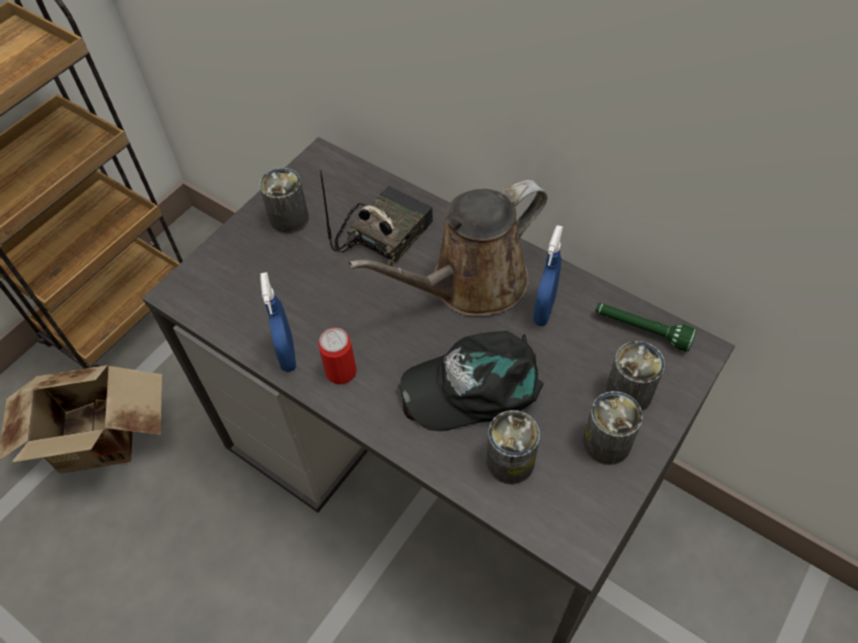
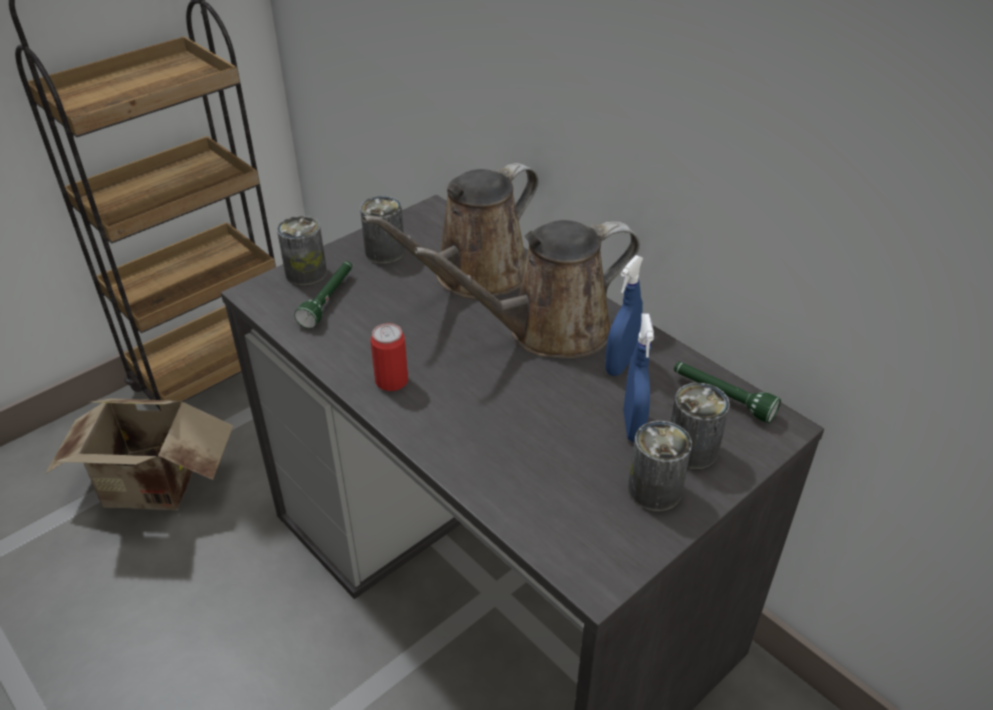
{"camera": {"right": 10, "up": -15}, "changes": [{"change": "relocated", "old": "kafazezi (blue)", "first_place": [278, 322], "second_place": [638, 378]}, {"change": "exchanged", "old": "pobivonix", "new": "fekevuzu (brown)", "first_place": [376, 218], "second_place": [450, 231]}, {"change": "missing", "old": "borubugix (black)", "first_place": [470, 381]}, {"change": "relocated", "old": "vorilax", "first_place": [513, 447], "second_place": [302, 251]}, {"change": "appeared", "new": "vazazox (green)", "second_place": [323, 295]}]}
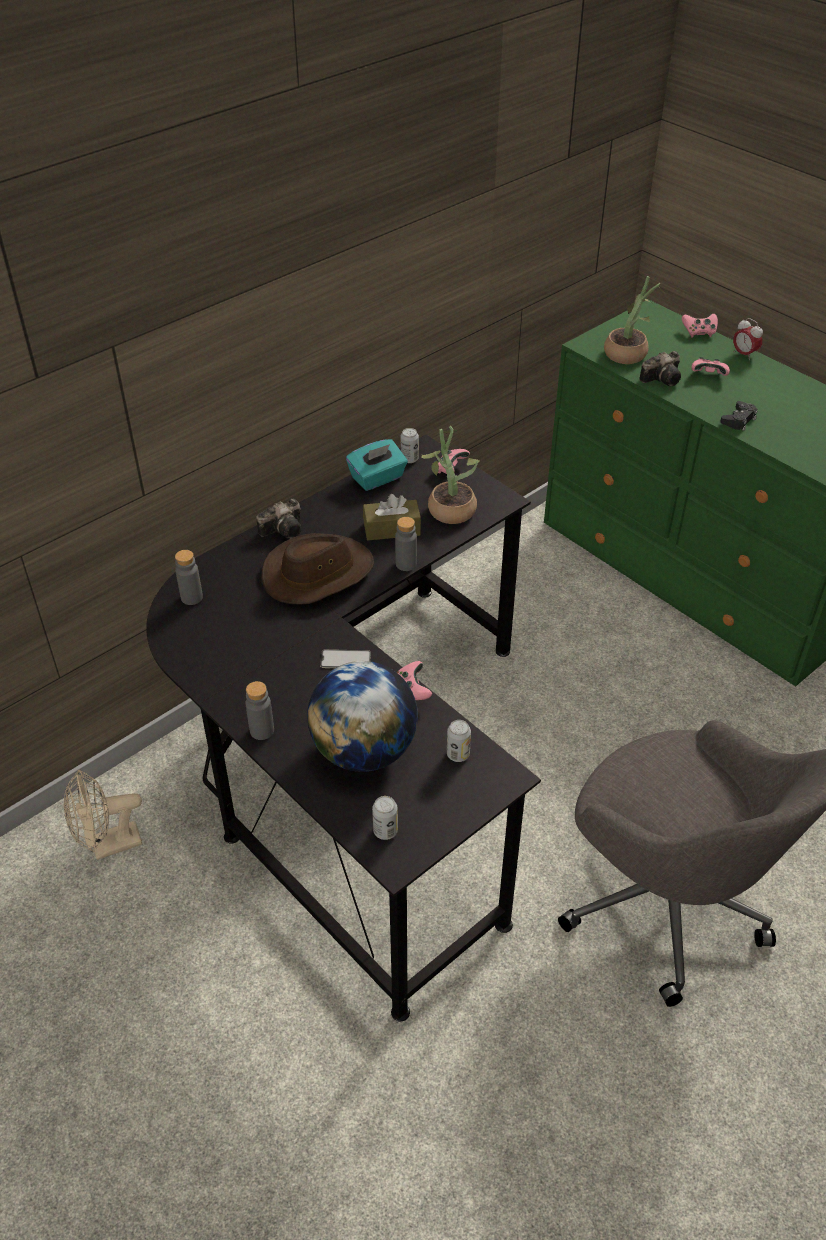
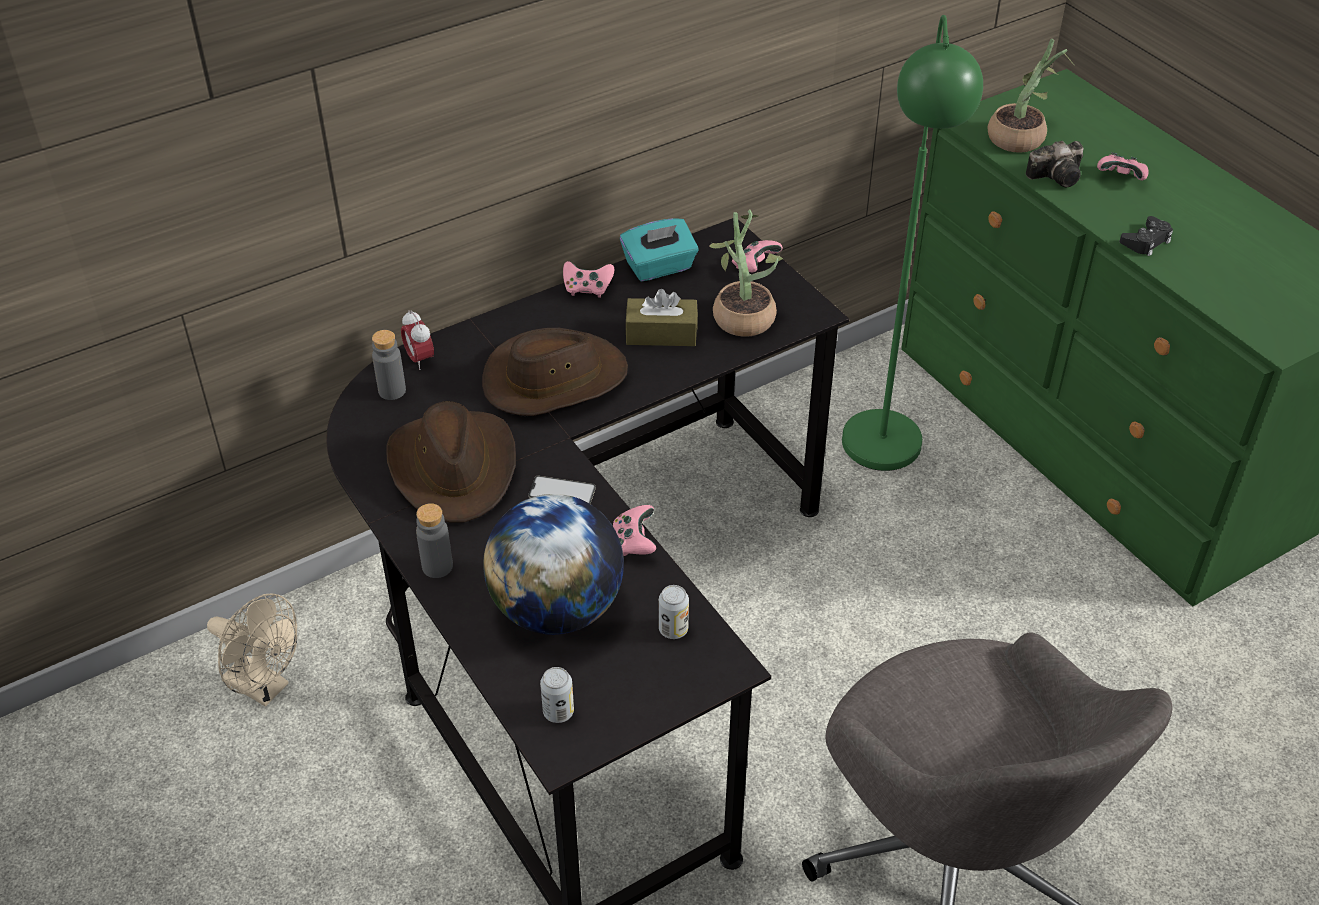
{"camera": {"right": 10, "up": 0}, "changes": [{"change": "spun", "old": "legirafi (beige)", "first_place": [103, 815], "second_place": [252, 650], "degrees": -135}, {"change": "missing", "old": "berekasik", "first_place": [278, 519]}, {"change": "missing", "old": "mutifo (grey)", "first_place": [406, 544]}, {"change": "missing", "old": "vorilax", "first_place": [410, 445]}, {"change": "relocated", "old": "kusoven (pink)", "first_place": [700, 326], "second_place": [588, 279]}, {"change": "relocated", "old": "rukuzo", "first_place": [748, 339], "second_place": [417, 340]}, {"change": "appeared", "new": "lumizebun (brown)", "second_place": [451, 461]}, {"change": "appeared", "new": "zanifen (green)", "second_place": [912, 243]}]}
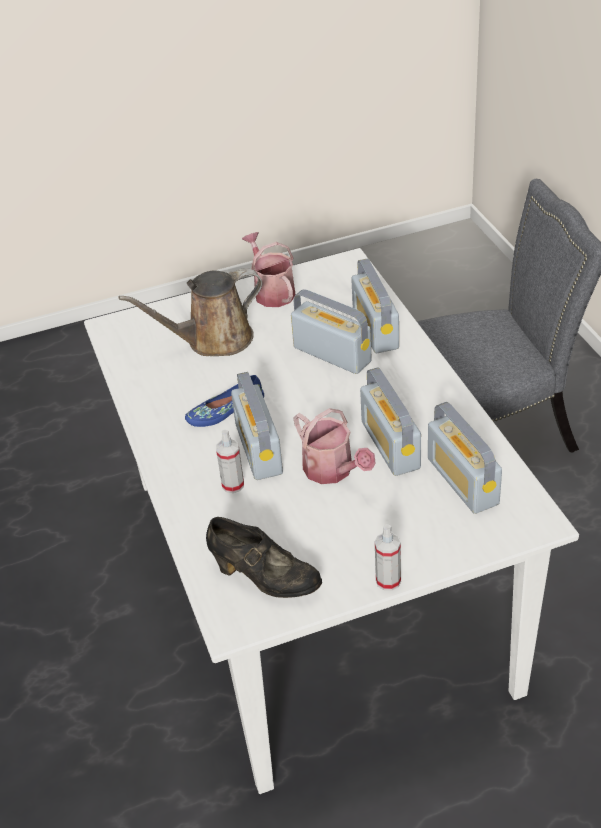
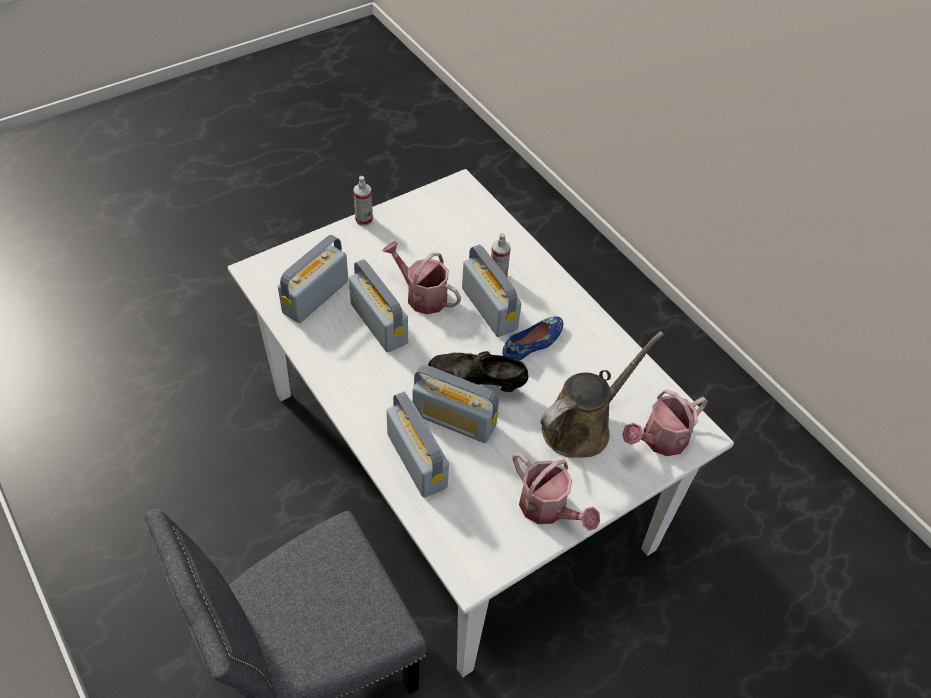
{"camera": {"right": 160, "up": 10}, "changes": [{"change": "relocated", "old": "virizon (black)", "first_place": [264, 557], "second_place": [478, 371]}, {"change": "spun", "old": "pobivonix", "first_place": [465, 458], "second_place": [313, 279], "degrees": -105}, {"change": "appeared", "new": "fekevuzu", "second_place": [665, 422]}]}
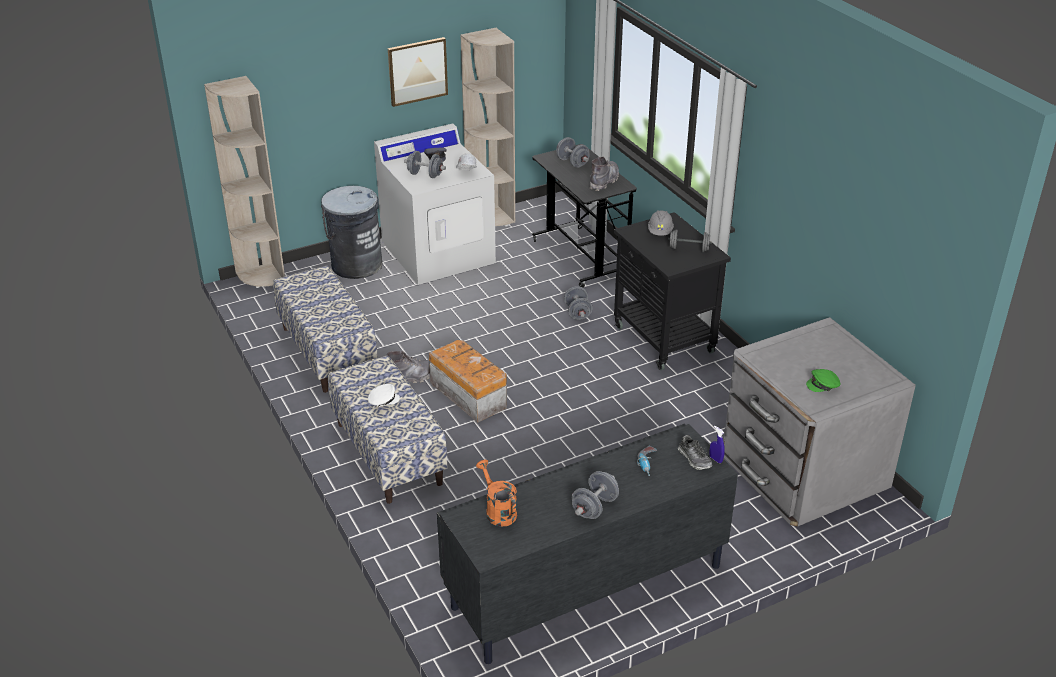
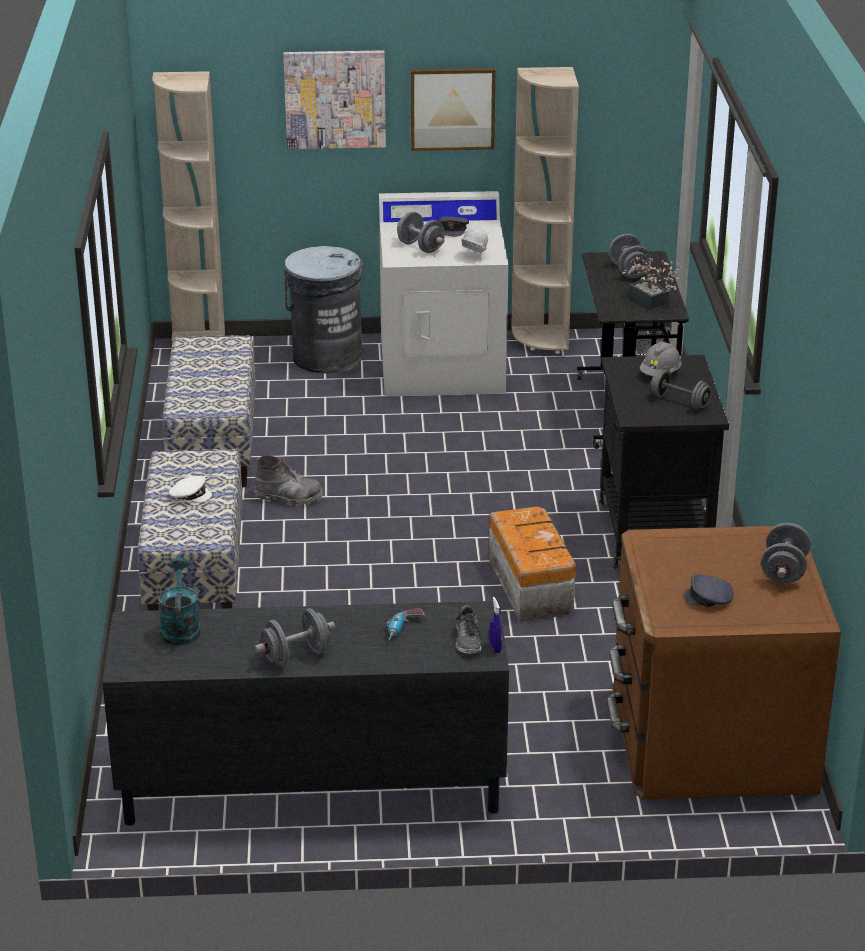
{"camera": {"right": 25, "up": -5}, "changes": [{"change": "relocated", "old": "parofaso", "first_place": [468, 381], "second_place": [532, 564]}, {"change": "colour", "old": "fekevuzu (orange)", "new": "fekevuzu (turquoise)", "first_place": [496, 493], "second_place": [179, 601]}, {"change": "relocated", "old": "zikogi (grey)", "first_place": [578, 303], "second_place": [786, 553]}, {"change": "exchanged", "old": "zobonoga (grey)", "new": "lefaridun", "first_place": [604, 174], "second_place": [652, 283]}, {"change": "colour", "old": "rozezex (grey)", "new": "rozezex (brown)", "first_place": [819, 422], "second_place": [724, 662]}, {"change": "colour", "old": "borubugix (green)", "new": "borubugix (grey)", "first_place": [823, 380], "second_place": [708, 590]}, {"change": "appeared", "new": "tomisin", "second_place": [334, 99]}]}
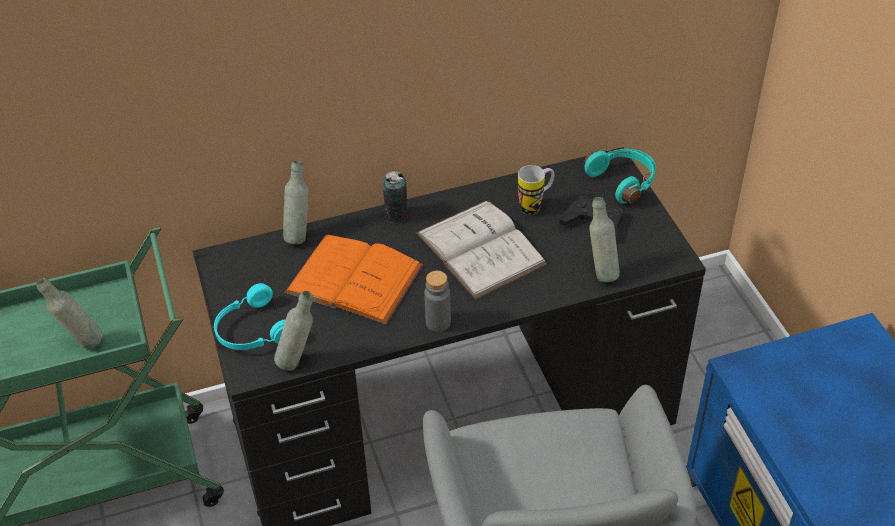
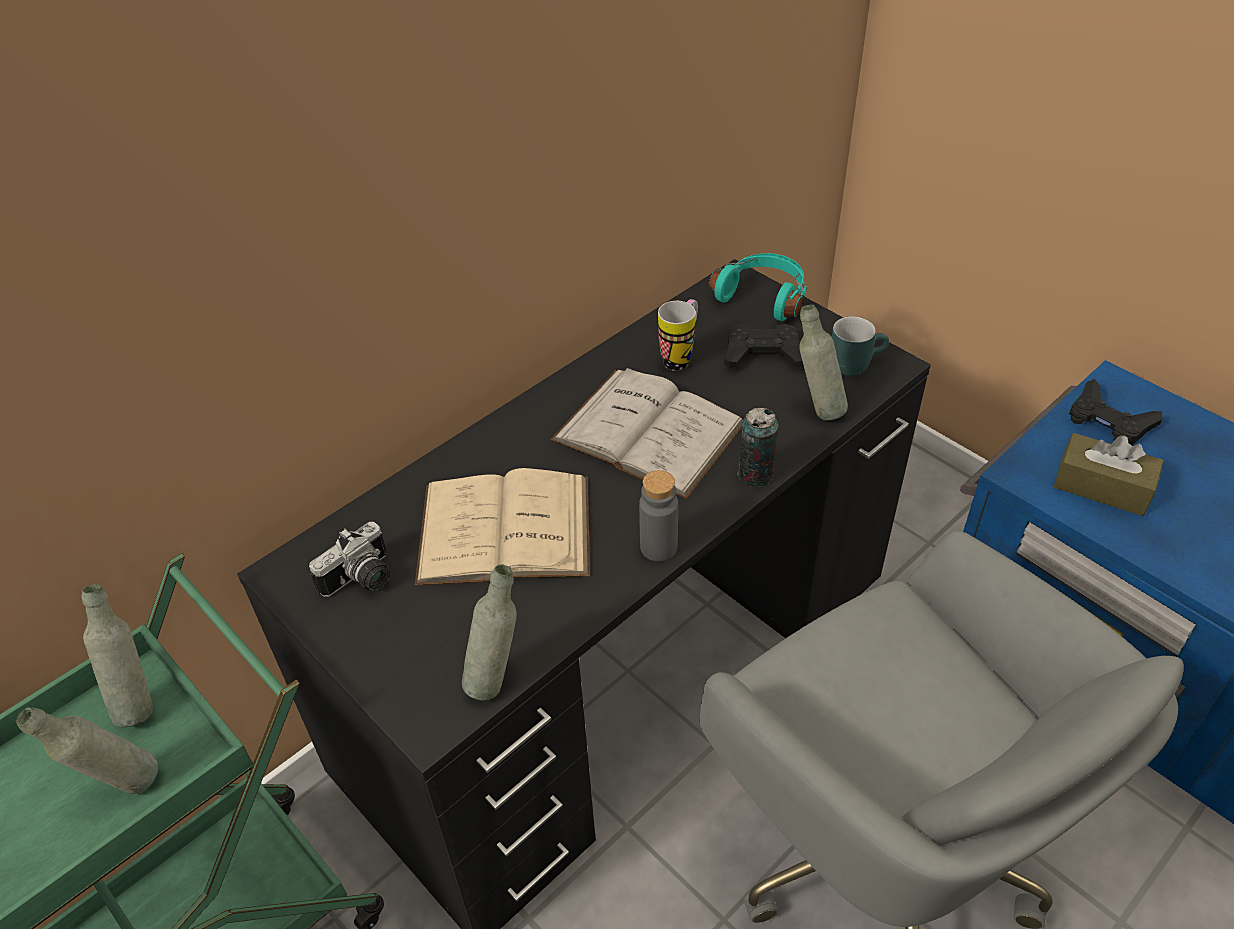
{"camera": {"right": -25, "up": 0}, "changes": [{"change": "missing", "old": "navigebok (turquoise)", "first_place": [250, 316]}, {"change": "relocated", "old": "mutifo (grey)", "first_place": [295, 202], "second_place": [117, 655]}, {"change": "colour", "old": "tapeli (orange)", "new": "tapeli (beige)", "first_place": [353, 280], "second_place": [502, 527]}, {"change": "relocated", "old": "vorilax", "first_place": [395, 197], "second_place": [757, 447]}, {"change": "appeared", "new": "berekasik", "second_place": [349, 559]}, {"change": "appeared", "new": "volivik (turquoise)", "second_place": [860, 346]}, {"change": "appeared", "new": "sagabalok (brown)", "second_place": [1108, 474]}, {"change": "appeared", "new": "kusoven (black)", "second_place": [1115, 412]}]}
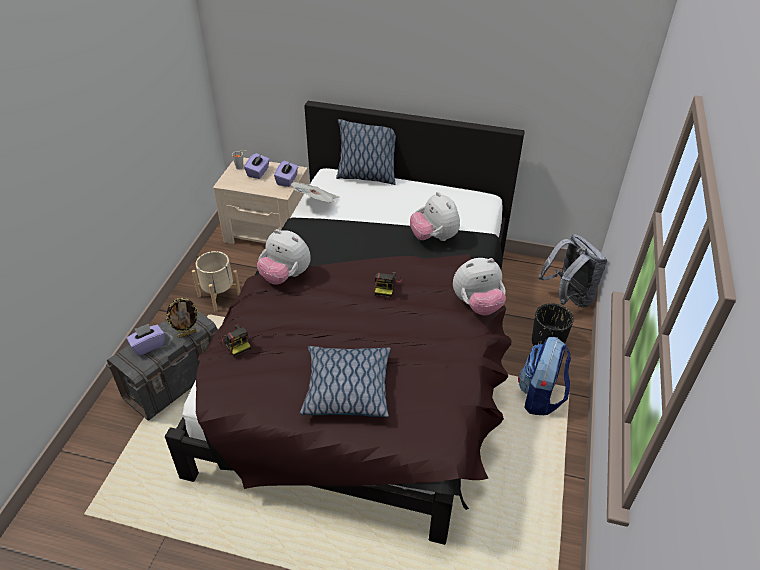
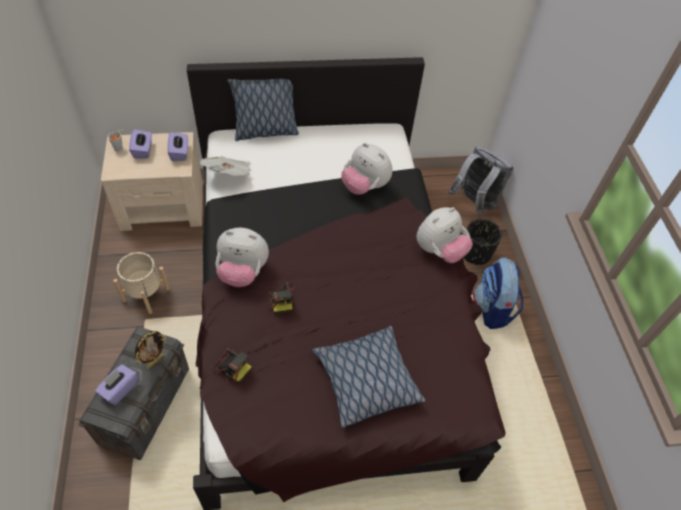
{"camera": {"right": -25, "up": 10}, "changes": [{"change": "relocated", "old": "berekasik", "first_place": [387, 285], "second_place": [281, 298]}]}
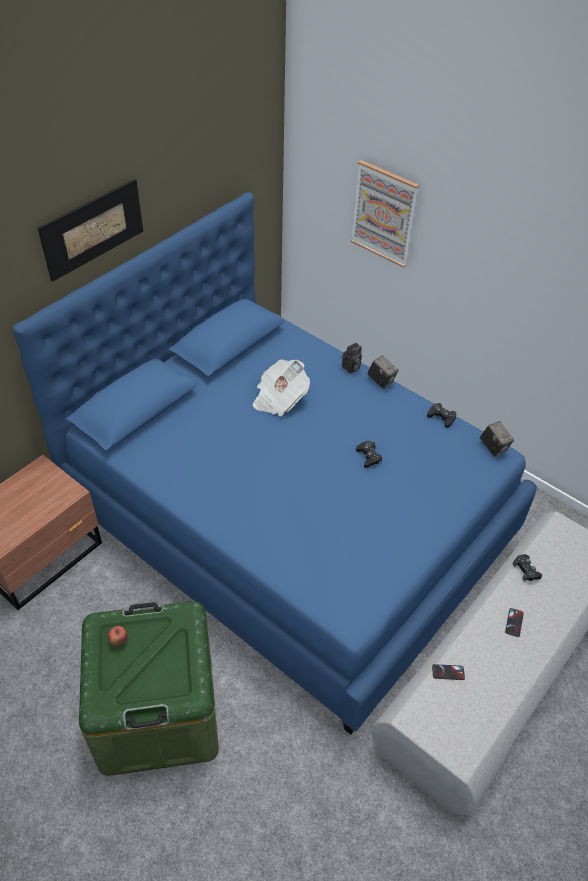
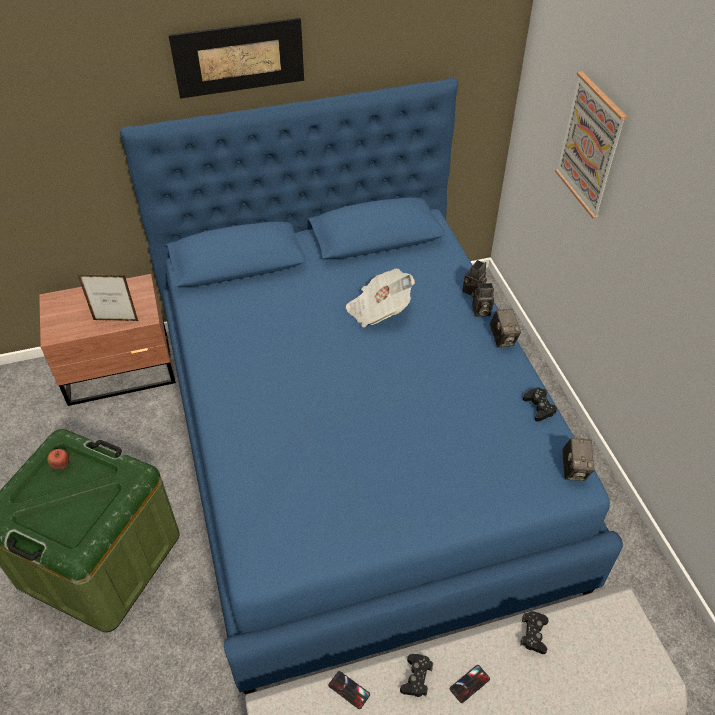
{"camera": {"right": 35, "up": 0}, "changes": [{"change": "relocated", "old": "kusoven (black)", "first_place": [369, 454], "second_place": [416, 675]}, {"change": "appeared", "new": "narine", "second_place": [107, 297]}, {"change": "appeared", "new": "berekasik", "second_place": [475, 278]}]}
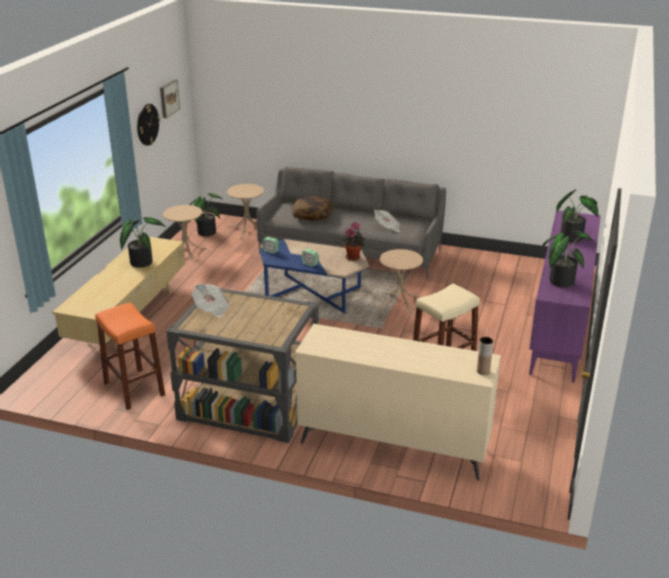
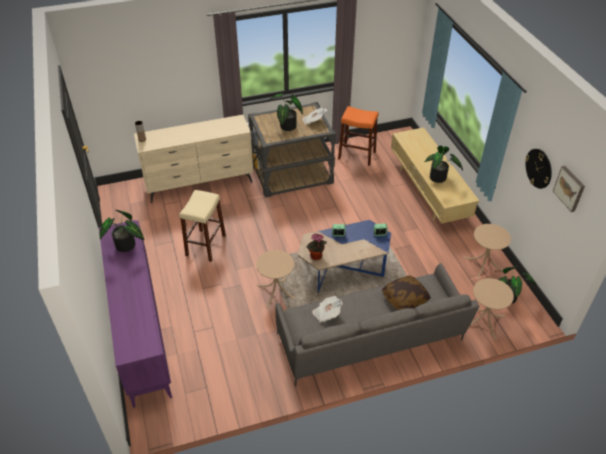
{"camera": {"right": 145, "up": 15}, "changes": [{"change": "relocated", "old": "lefaridun", "first_place": [577, 216], "second_place": [285, 112]}]}
